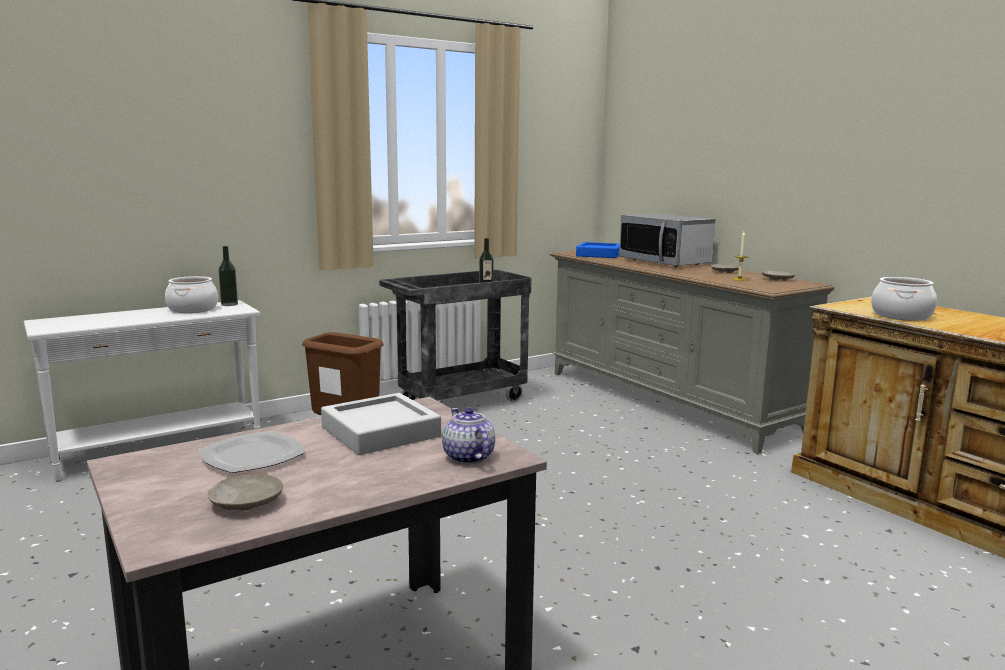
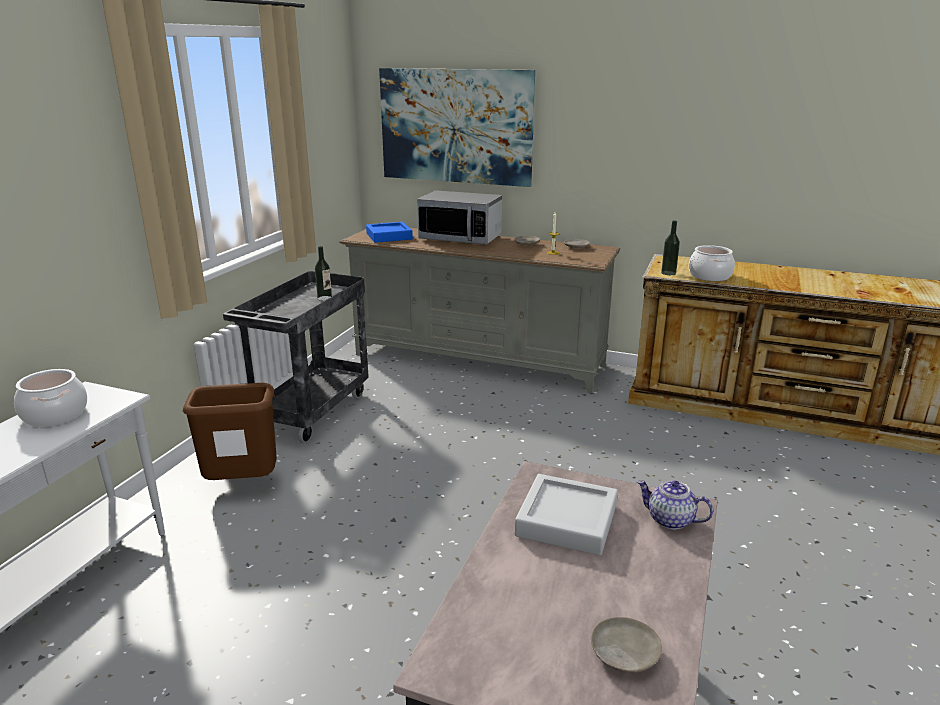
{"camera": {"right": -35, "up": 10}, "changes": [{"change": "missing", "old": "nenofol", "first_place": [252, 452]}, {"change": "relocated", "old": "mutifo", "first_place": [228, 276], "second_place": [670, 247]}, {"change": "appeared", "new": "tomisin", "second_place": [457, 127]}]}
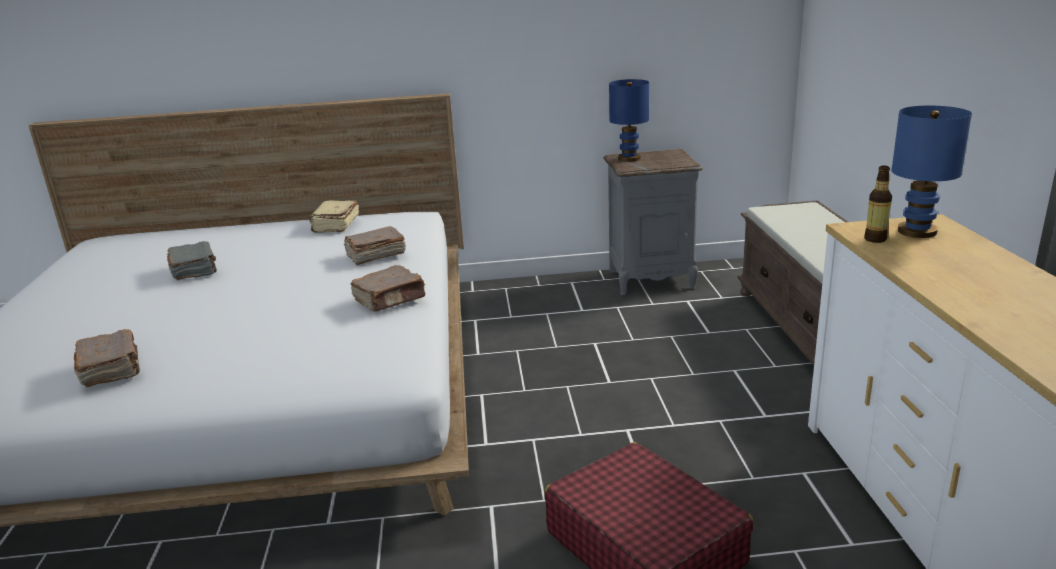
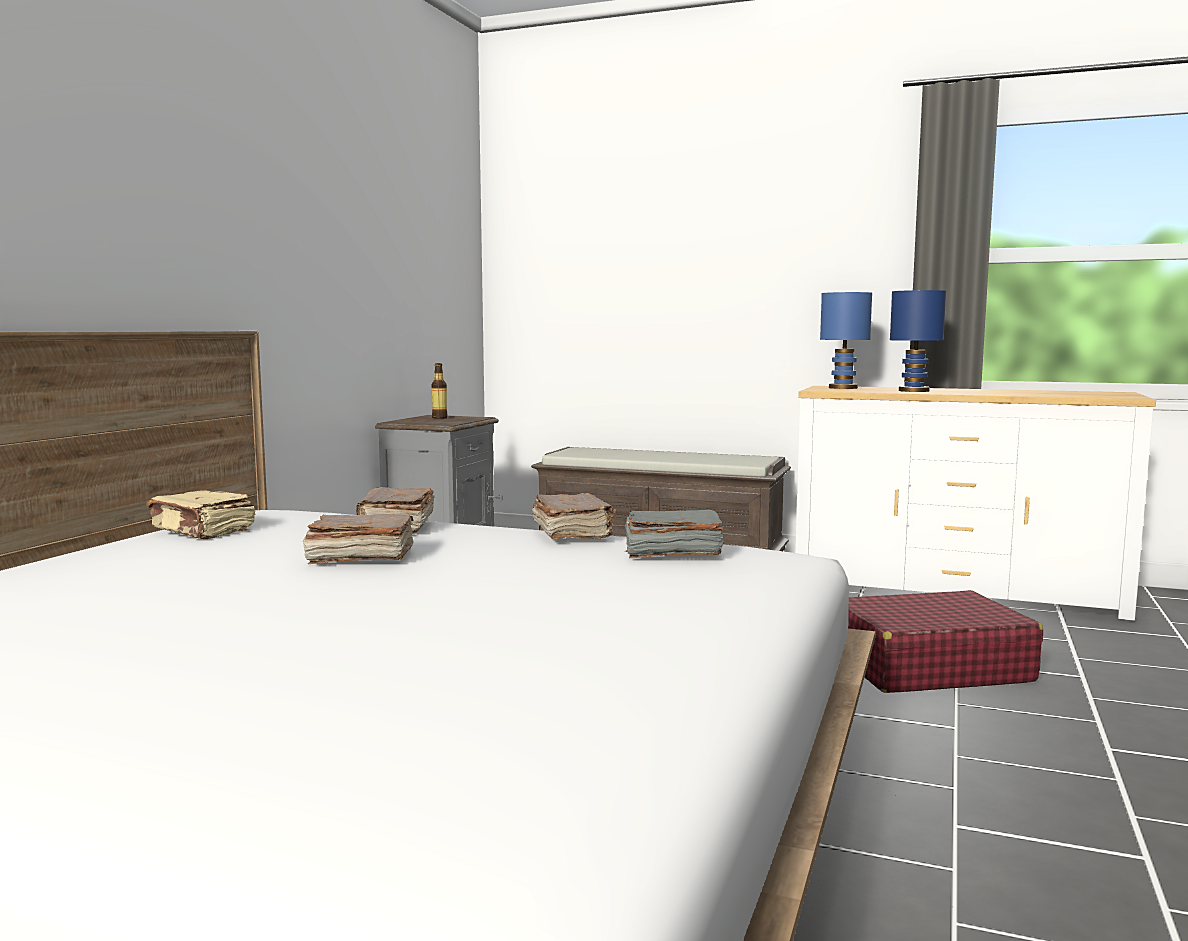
{"camera": {"right": -65, "up": -15}, "changes": [{"change": "relocated", "old": "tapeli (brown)", "first_place": [107, 358], "second_place": [358, 538]}, {"change": "relocated", "old": "tapeli (grey)", "first_place": [192, 260], "second_place": [674, 534]}, {"change": "relocated", "old": "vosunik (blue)", "first_place": [629, 120], "second_place": [918, 341]}, {"change": "relocated", "old": "mutifo", "first_place": [878, 204], "second_place": [440, 391]}]}
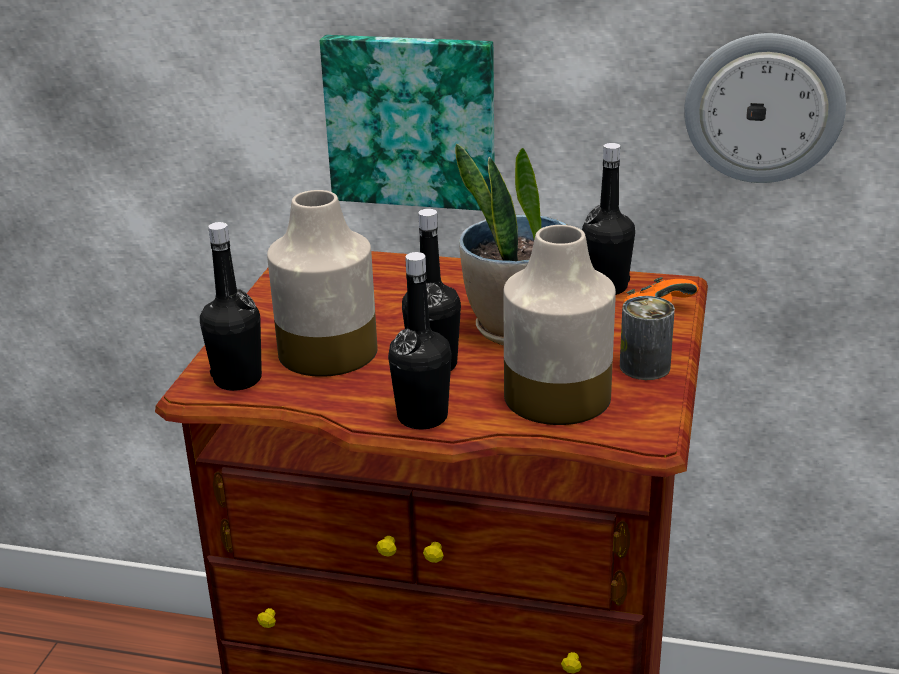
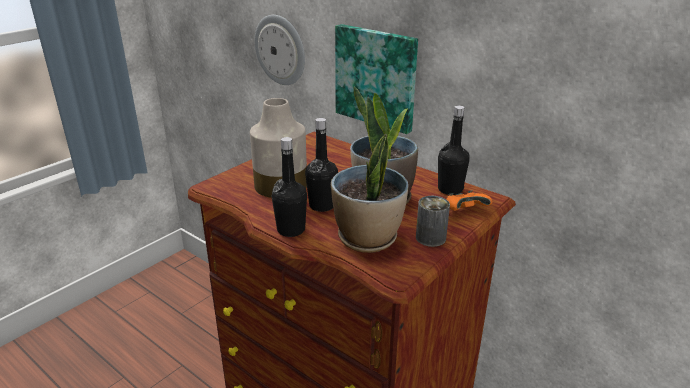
{"camera": {"right": 25, "up": 0}, "changes": [{"change": "missing", "old": "mutifo (black)", "first_place": [231, 306]}, {"change": "exchanged", "old": "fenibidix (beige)", "new": "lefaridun", "first_place": [559, 325], "second_place": [369, 180]}, {"change": "relocated", "old": "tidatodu", "first_place": [765, 108], "second_place": [280, 50]}]}
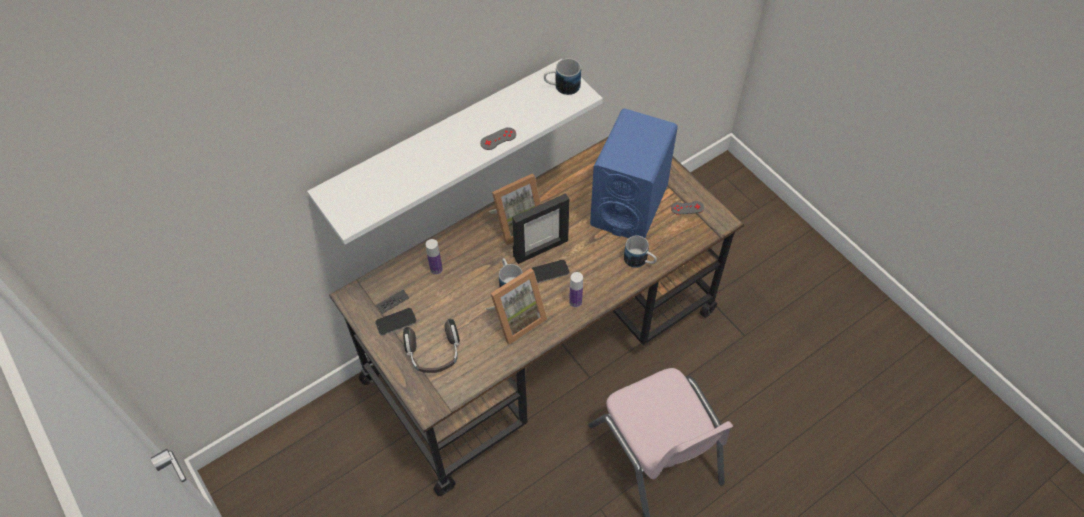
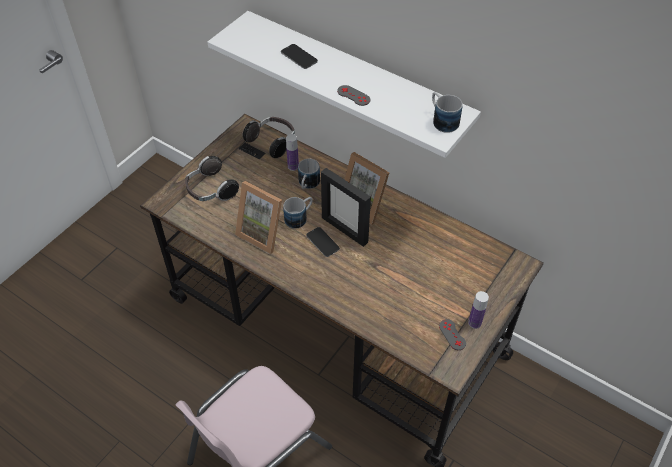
{"camera": {"right": 70, "up": -5}, "changes": [{"change": "relocated", "old": "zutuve", "first_place": [395, 321], "second_place": [299, 56]}, {"change": "relocated", "old": "mutifo", "first_place": [576, 289], "second_place": [478, 310]}, {"change": "missing", "old": "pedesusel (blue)", "first_place": [634, 173]}, {"change": "relocated", "old": "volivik", "first_place": [640, 252], "second_place": [309, 174]}, {"change": "appeared", "new": "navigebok", "second_place": [269, 137]}]}
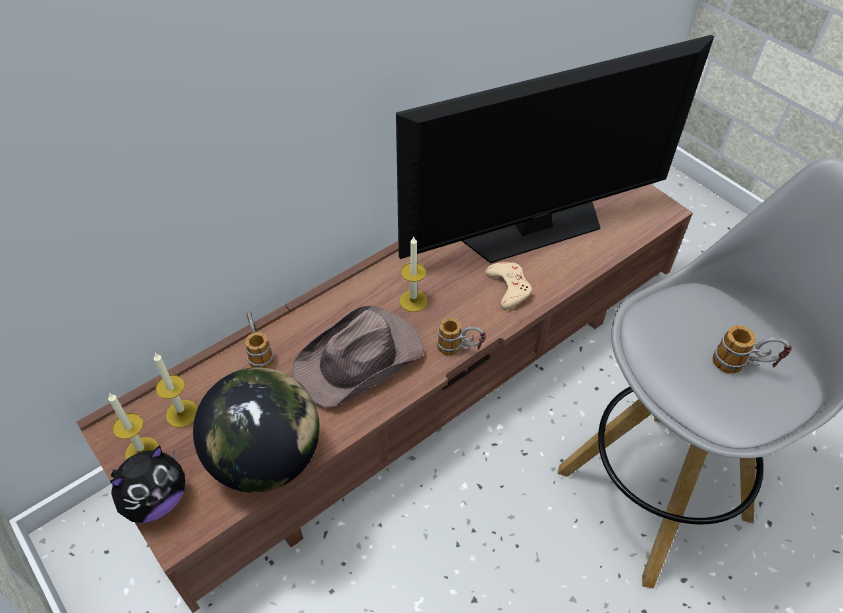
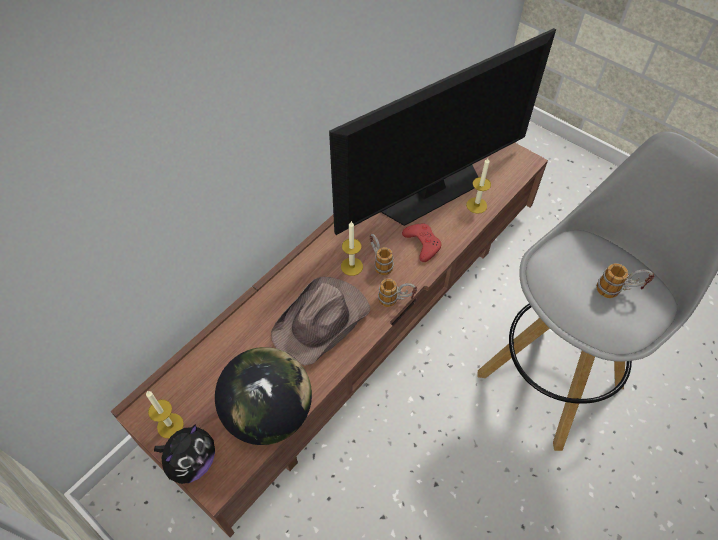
{"camera": {"right": -10, "up": 5}, "changes": [{"change": "relocated", "old": "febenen", "first_place": [176, 390], "second_place": [478, 186]}, {"change": "relocated", "old": "volivik", "first_place": [259, 340], "second_place": [381, 254]}, {"change": "colour", "old": "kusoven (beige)", "new": "kusoven (red)", "first_place": [508, 286], "second_place": [422, 243]}]}
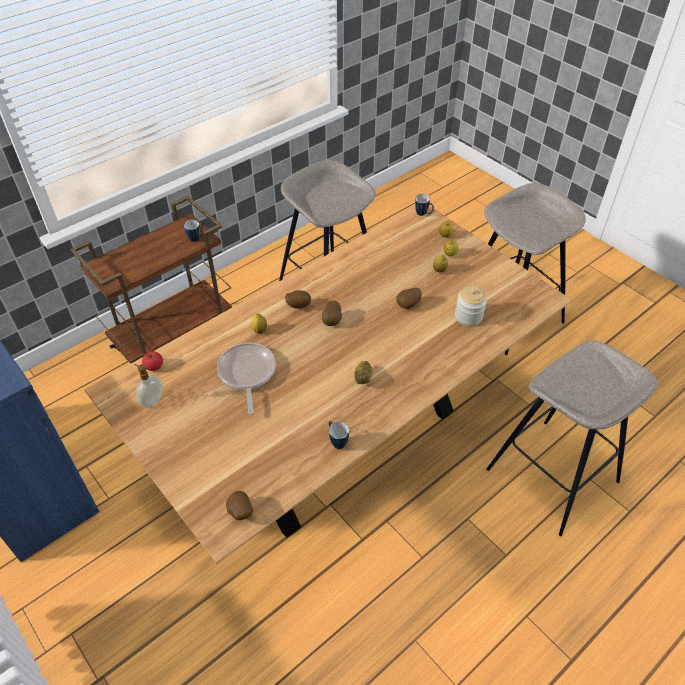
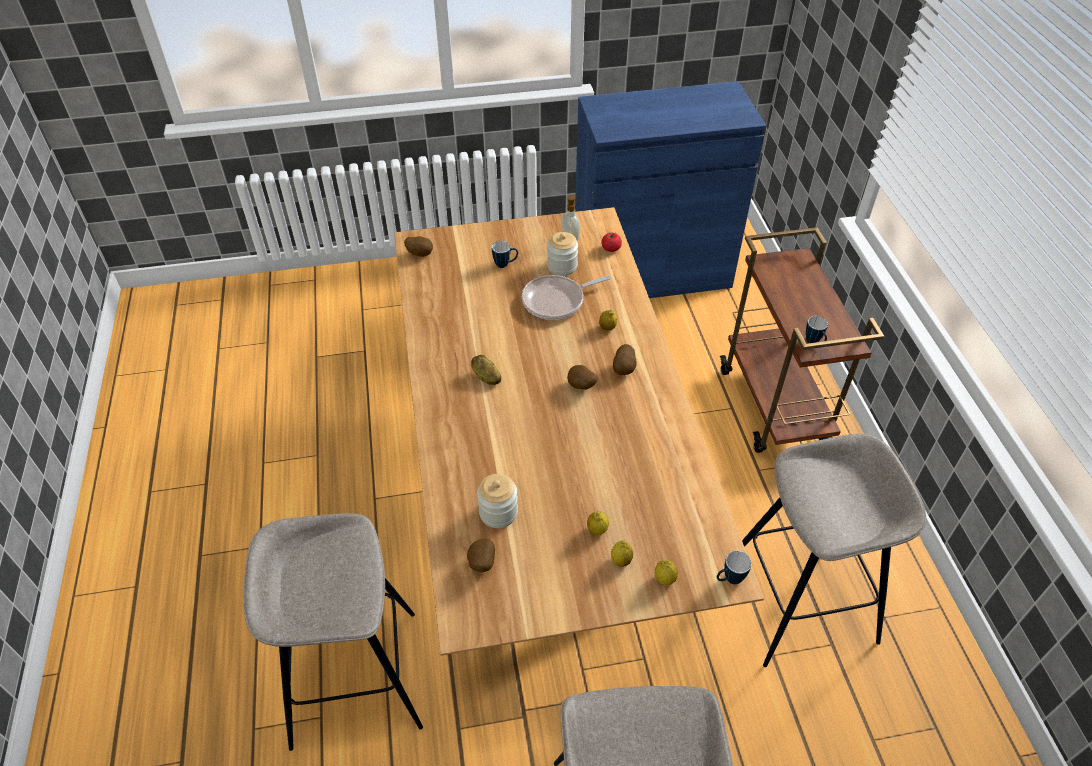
{"camera": {"right": 120, "up": 0}, "changes": [{"change": "spun", "old": "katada", "first_place": [246, 378], "second_place": [566, 297], "degrees": 135}, {"change": "relocated", "old": "volivik", "first_place": [339, 435], "second_place": [505, 254]}, {"change": "relocated", "old": "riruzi", "first_place": [409, 298], "second_place": [481, 555]}, {"change": "appeared", "new": "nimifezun", "second_place": [562, 254]}]}
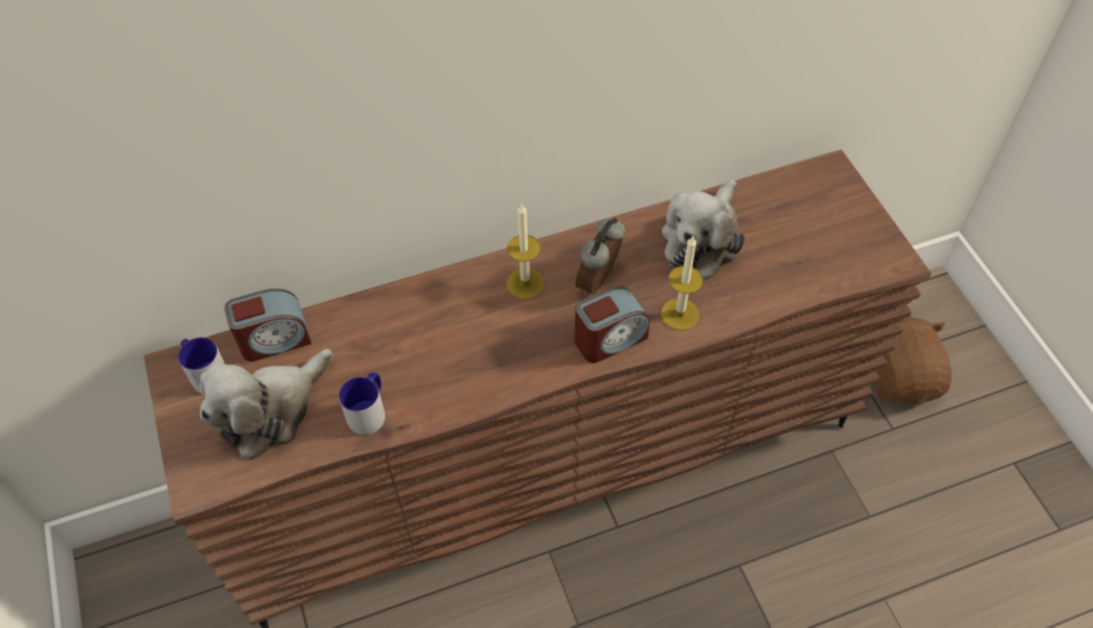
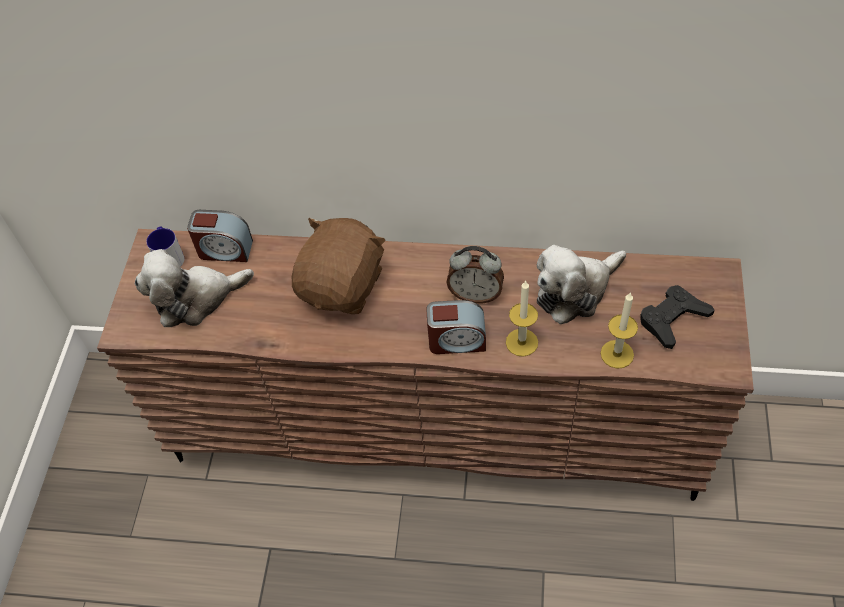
{"camera": {"right": 30, "up": 0}, "changes": [{"change": "missing", "old": "volivik", "first_place": [362, 403]}, {"change": "relocated", "old": "febenen", "first_place": [525, 251], "second_place": [619, 330]}, {"change": "spun", "old": "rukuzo", "first_place": [600, 256], "second_place": [475, 275], "degrees": -135}, {"change": "relocated", "old": "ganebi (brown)", "first_place": [914, 360], "second_place": [339, 266]}, {"change": "appeared", "new": "kusoven (black)", "second_place": [677, 317]}]}
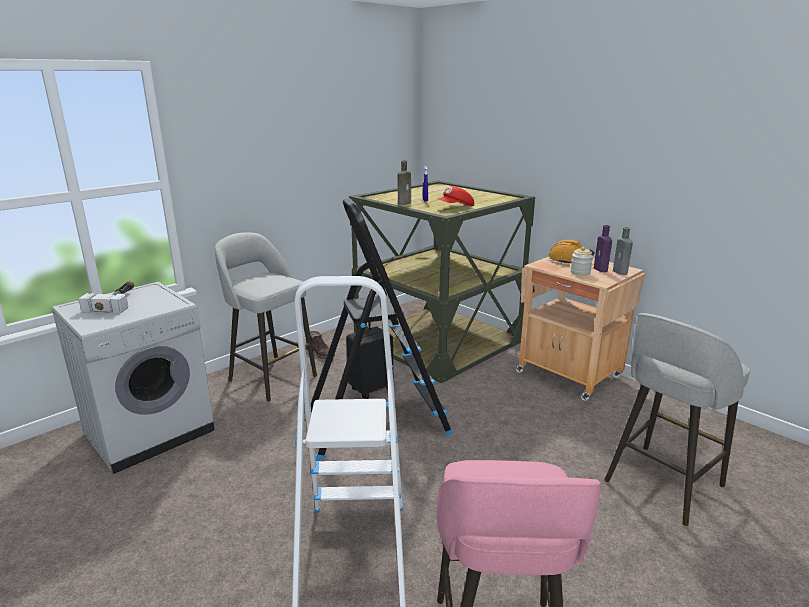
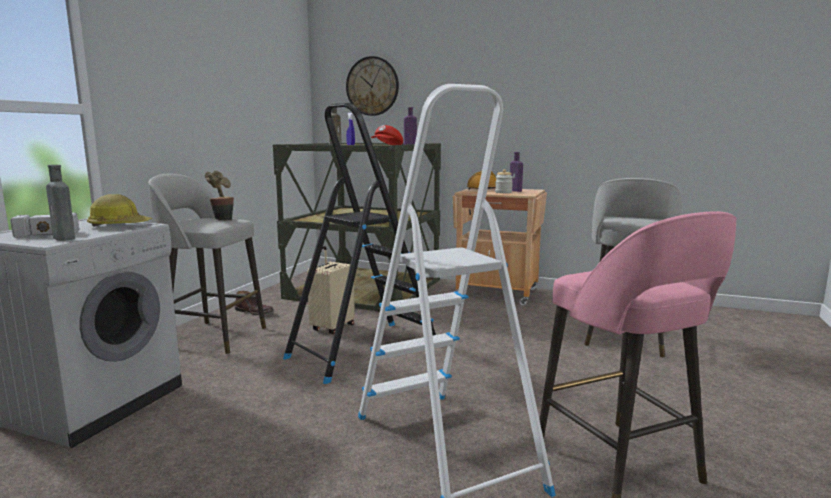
{"camera": {"right": -25, "up": -10}, "changes": [{"change": "colour", "old": "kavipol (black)", "new": "kavipol (beige)", "first_place": [369, 360], "second_place": [331, 290]}, {"change": "relocated", "old": "mutifo (grey)", "first_place": [623, 251], "second_place": [60, 203]}, {"change": "appeared", "new": "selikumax", "second_place": [119, 210]}, {"change": "appeared", "new": "lefaridun", "second_place": [219, 196]}, {"change": "appeared", "new": "tidatodu", "second_place": [372, 86]}, {"change": "appeared", "new": "mutifo (purple)", "second_place": [410, 126]}]}
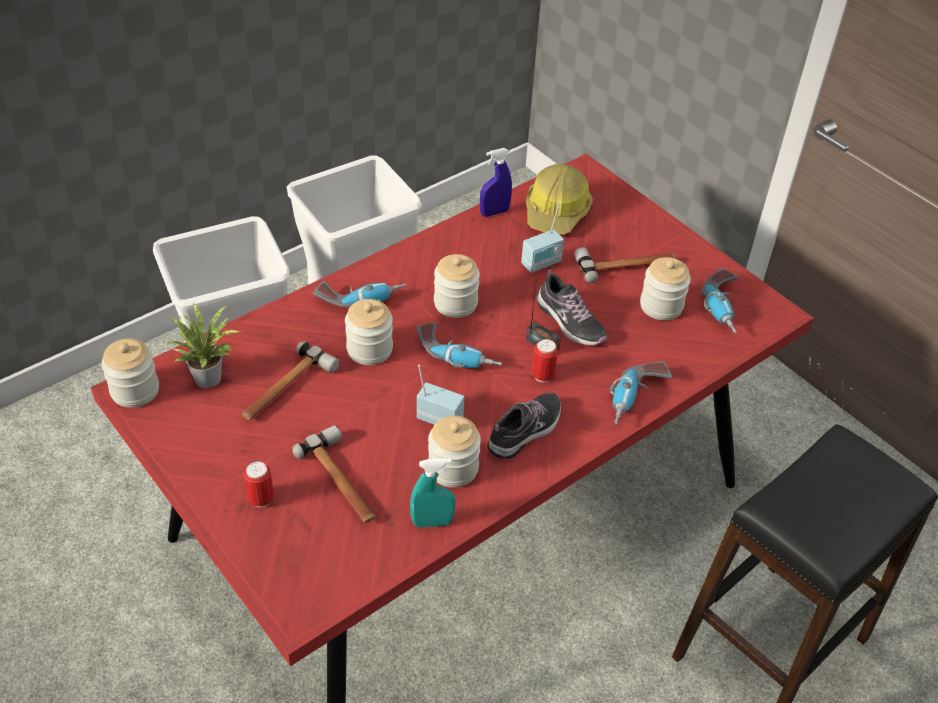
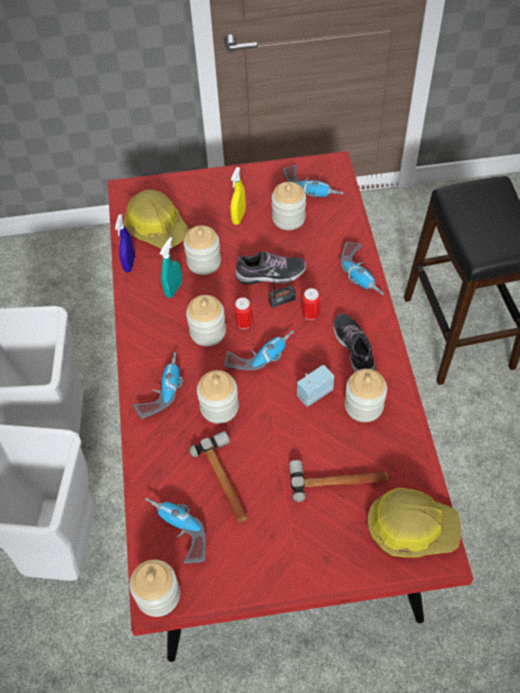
{"camera": {"right": -55, "up": 10}, "changes": [{"change": "exchanged", "old": "lefaridun", "new": "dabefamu", "first_place": [203, 345], "second_place": [175, 530]}, {"change": "relocated", "old": "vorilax", "first_place": [259, 484], "second_place": [243, 313]}, {"change": "relocated", "old": "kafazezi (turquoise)", "first_place": [433, 492], "second_place": [171, 267]}, {"change": "exchanged", "old": "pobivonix", "new": "nimifezun", "first_place": [542, 238], "second_place": [202, 250]}, {"change": "exchanged", "old": "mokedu", "new": "kafazezi (yellow)", "first_place": [625, 265], "second_place": [238, 196]}, {"change": "appeared", "new": "selikumax", "second_place": [414, 522]}]}
